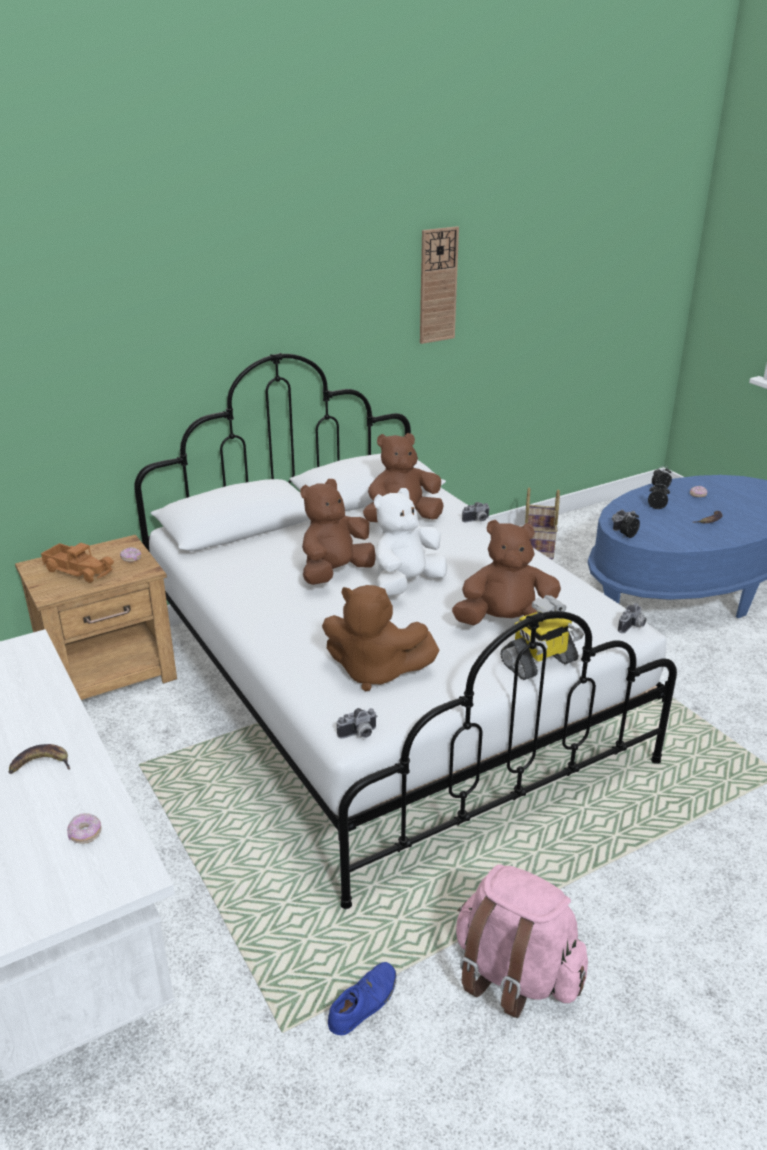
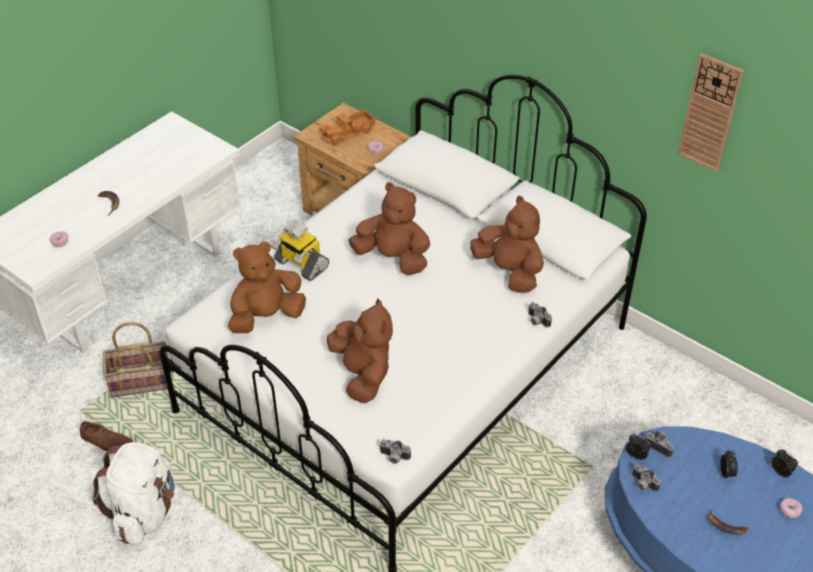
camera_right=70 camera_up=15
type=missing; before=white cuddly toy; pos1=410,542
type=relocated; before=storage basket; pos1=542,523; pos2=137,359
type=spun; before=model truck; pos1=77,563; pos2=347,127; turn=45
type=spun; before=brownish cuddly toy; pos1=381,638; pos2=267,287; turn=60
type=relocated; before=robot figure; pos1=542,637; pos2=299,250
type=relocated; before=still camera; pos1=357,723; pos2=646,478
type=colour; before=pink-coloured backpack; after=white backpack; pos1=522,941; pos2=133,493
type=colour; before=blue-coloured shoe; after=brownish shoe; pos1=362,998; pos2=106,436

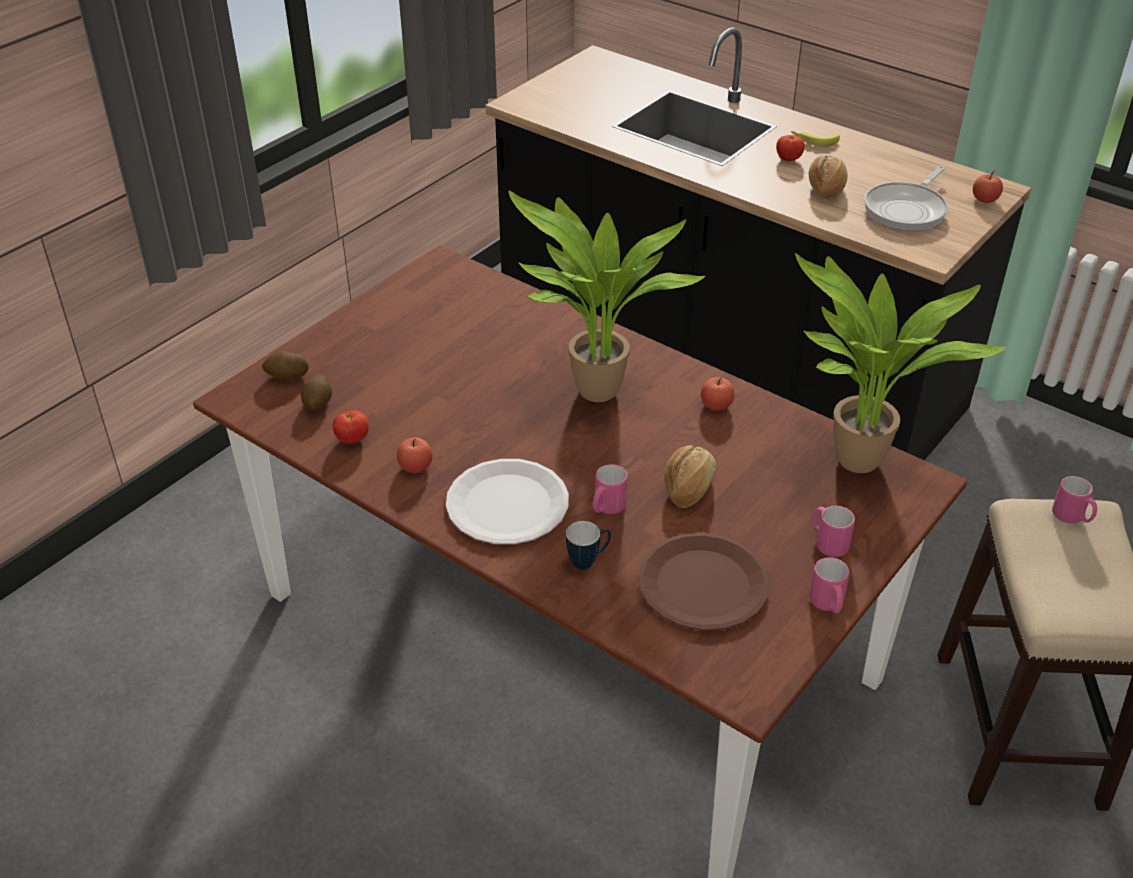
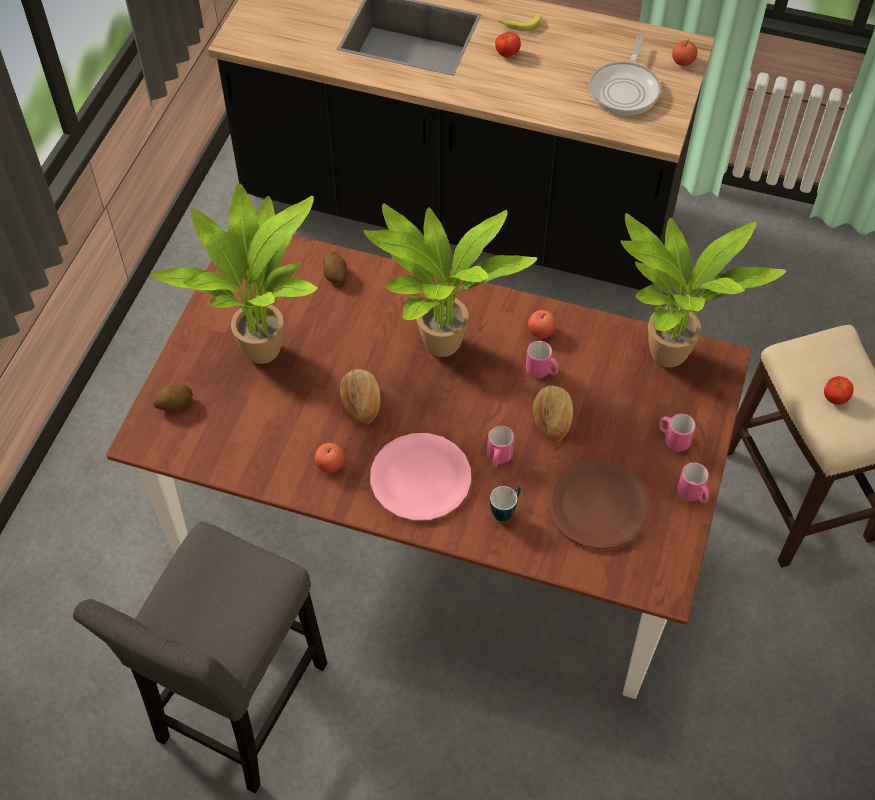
camera_right=-20 camera_up=15
type=relocated; before=baked bread; pos1=828,177; pos2=360,396
type=relocated; before=whole potato; pos1=316,392; pos2=335,267
type=relocated; before=fresh tomato; pos1=350,427; pos2=839,390
type=colour; before=white flat dish; after=pink-coloured flat dish; pos1=507,501; pos2=420,477
type=relocated; before=pink-coloured mug; pos1=1074,500; pos2=542,359
type=appeared; after=potted plant; pos2=234,273
type=appeared; after=gray stool; pos2=200,657

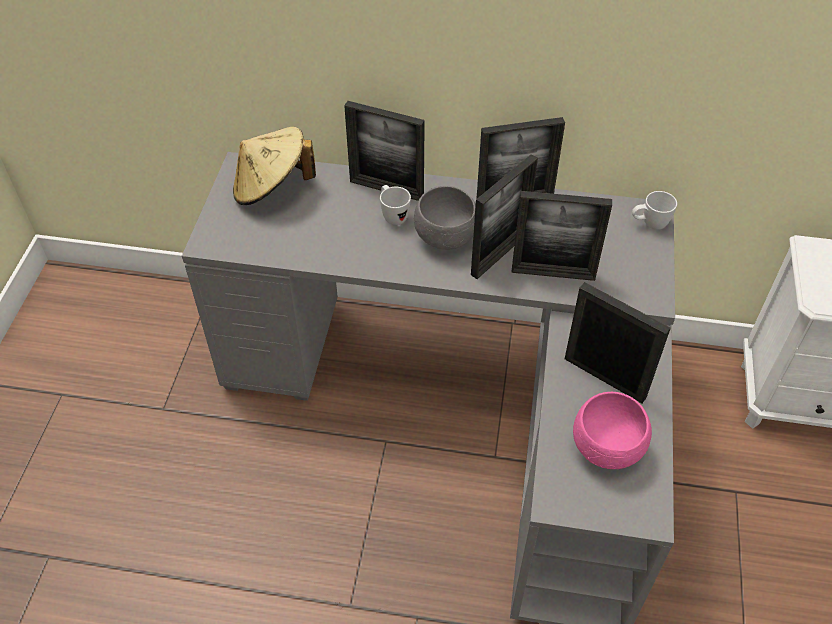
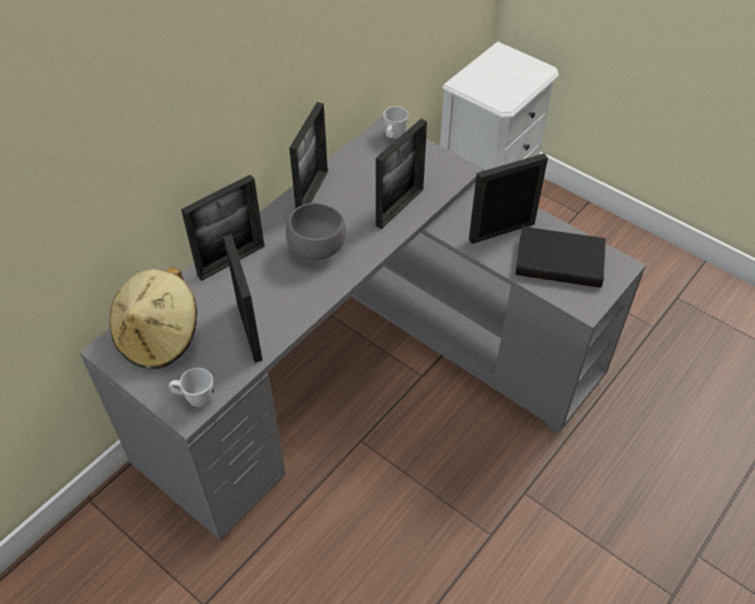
camera_right=-60 camera_up=0
type=relocated; before=photo frame; pos1=504,216; pos2=243,298
type=relocated; before=white mug; pos1=395,205; pos2=191,387
type=exchanged; before=pink-coloured deep dish; after=black bound book; pos1=612,430; pos2=560,257

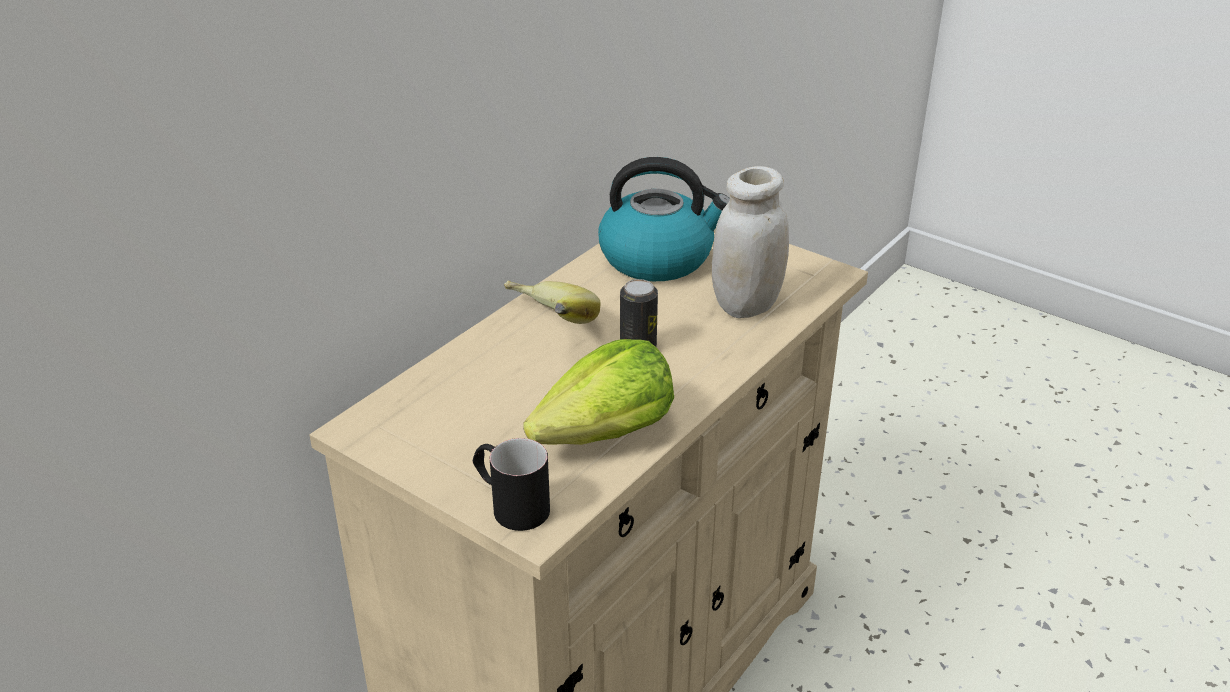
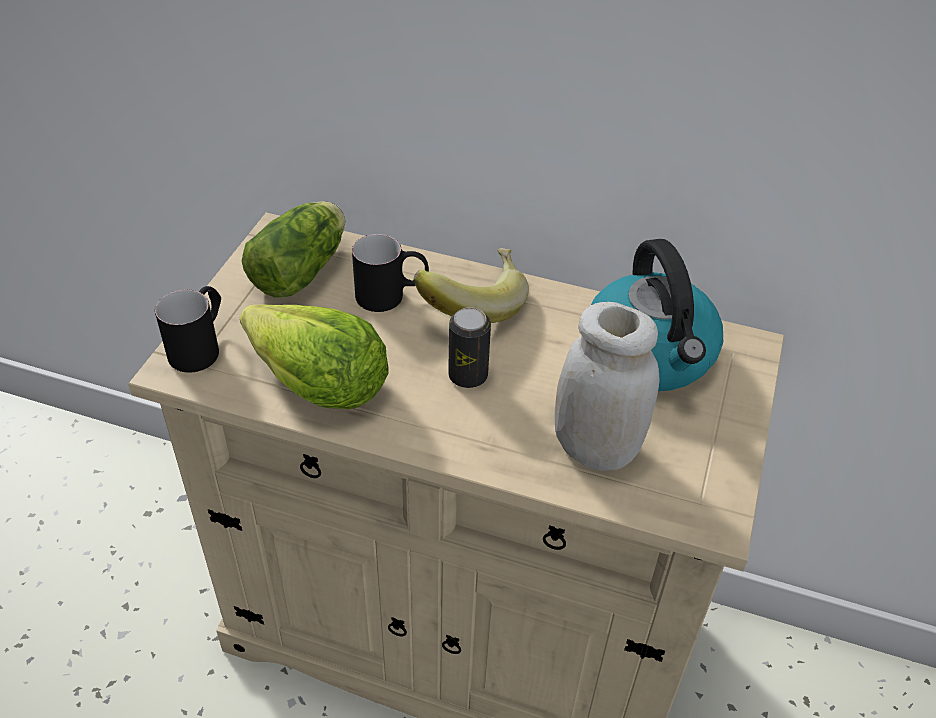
camera_right=70 camera_up=10
type=appeared; after=lettuce; pos2=293,249
type=appeared; after=black mug; pos2=390,273

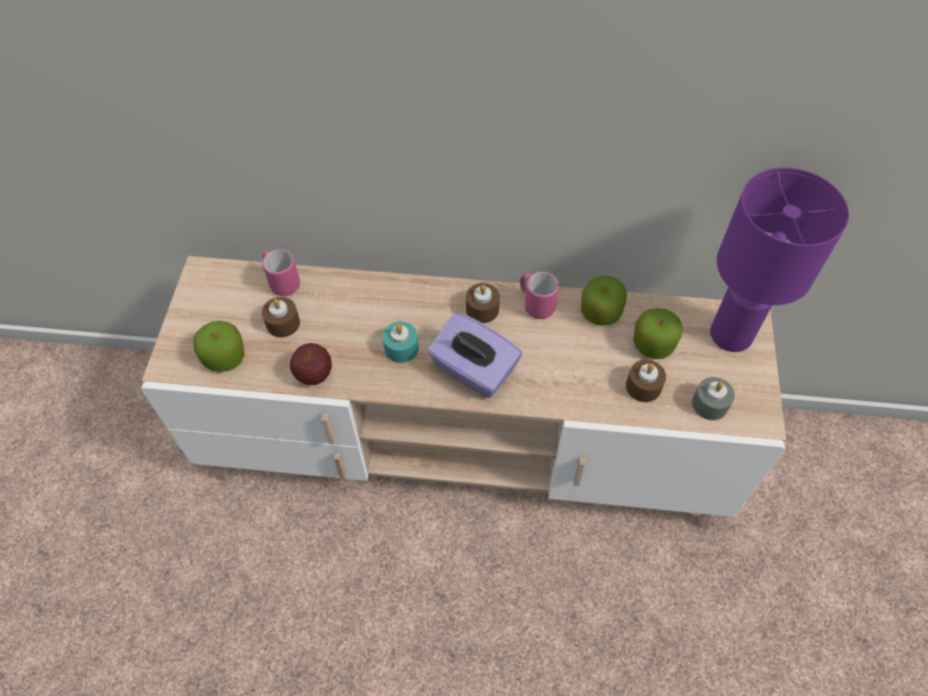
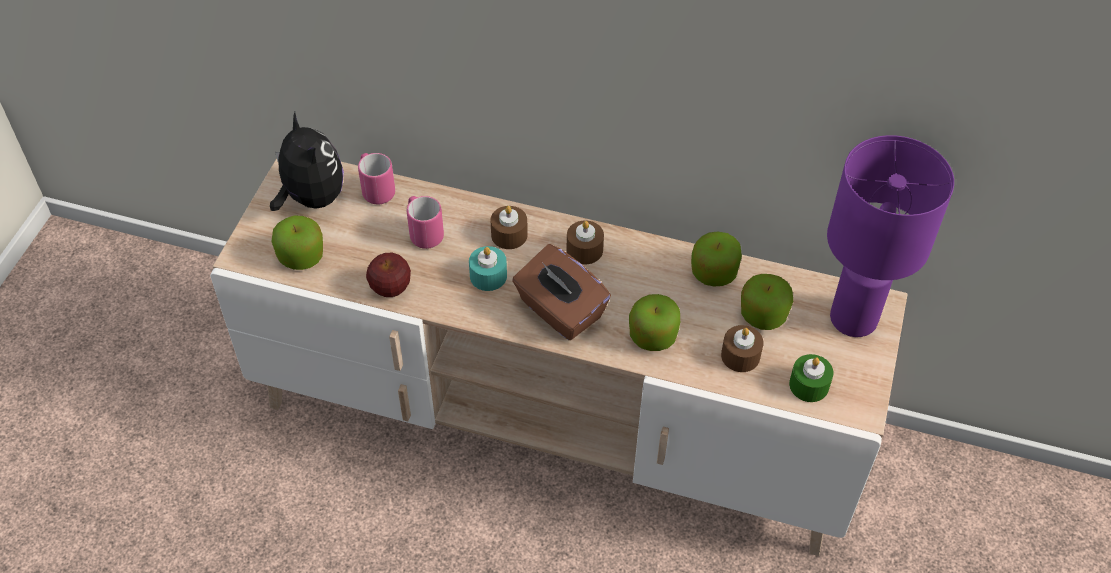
camera_right=10 camera_up=-5
type=relocated; before=pink-coloured mug; pos1=539,295; pos2=425,222
type=relocated; before=brownish wax candle; pos1=281,317; pos2=509,227
type=colour; before=purple-coloured tissue box; after=brownish tissue box; pos1=475,355; pos2=561,292
type=colour; before=gray wax candle; after=green wax candle; pos1=713,398; pos2=811,378
type=appeared; after=cuddly toy; pos2=307,161
type=appeared; after=apple fruit; pos2=654,322

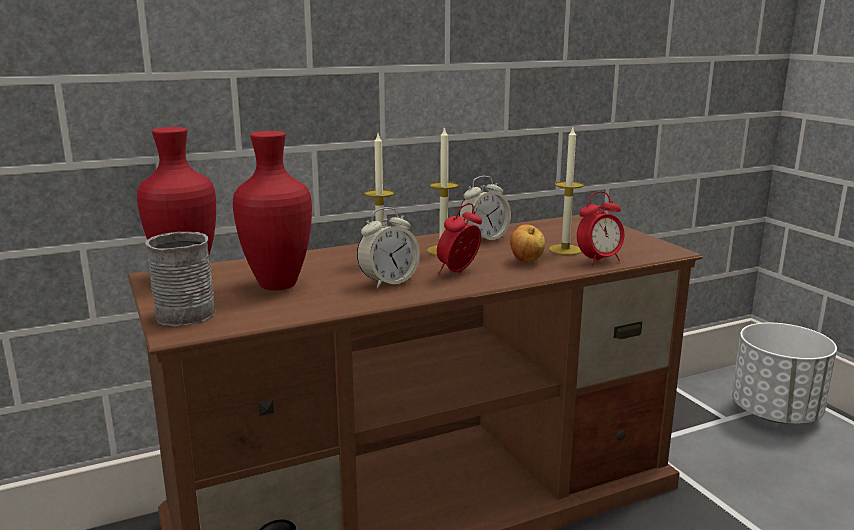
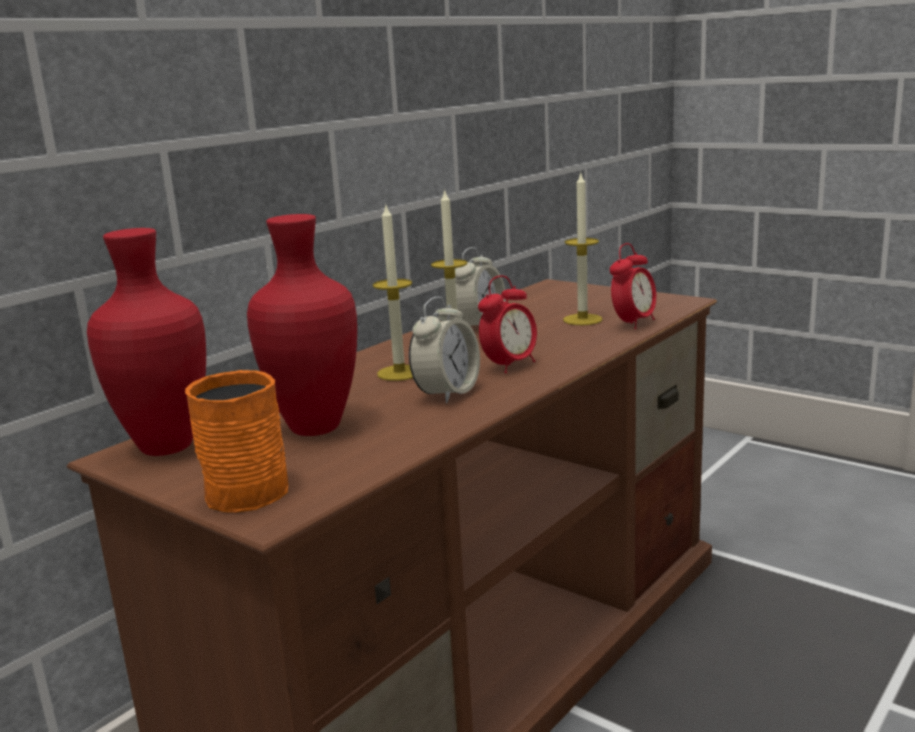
camera_right=-25 camera_up=0
type=spun; before=bedside clock; pos1=459,238; pos2=507,324; turn=-150
type=missing; before=apple fruit; pos1=527,243
type=colour; before=gray mug; after=orange-coloured mug; pos1=180,279; pos2=236,441
type=missing; before=white plant pot; pos1=784,373

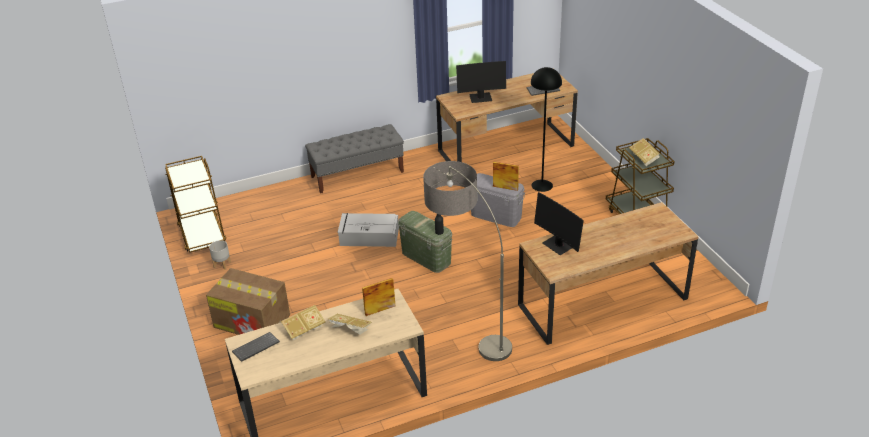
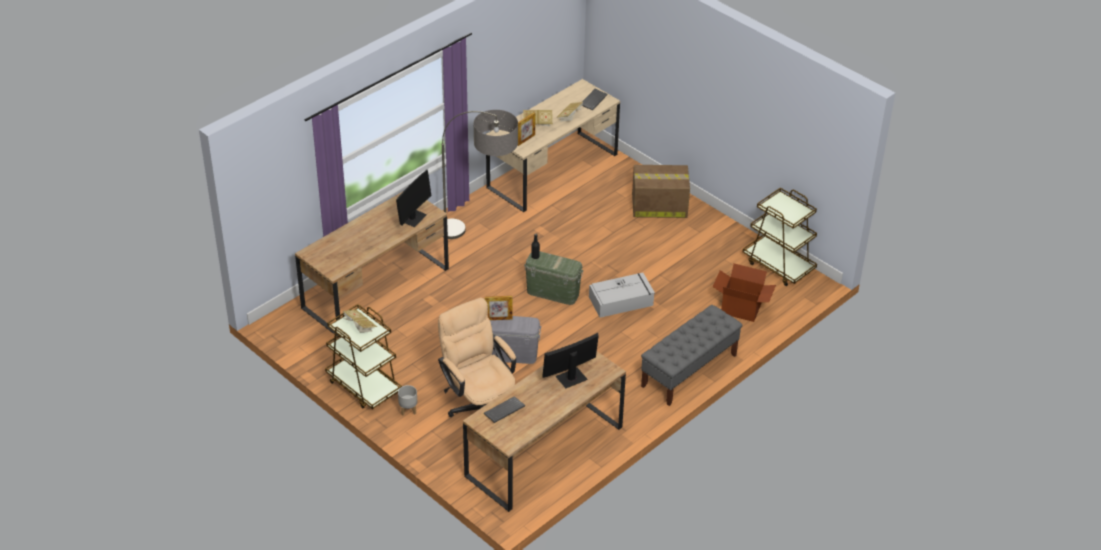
camera_right=155 camera_up=5
type=exchanged; before=black floor lamp; after=beige computer chair; pos1=546,129; pos2=477,357
type=spun; before=computer screen; pos1=559,223; pos2=413,198; turn=90
type=relocated; before=gray plant pot; pos1=220,255; pos2=407,400
type=appeared; after=carton; pos2=744,293

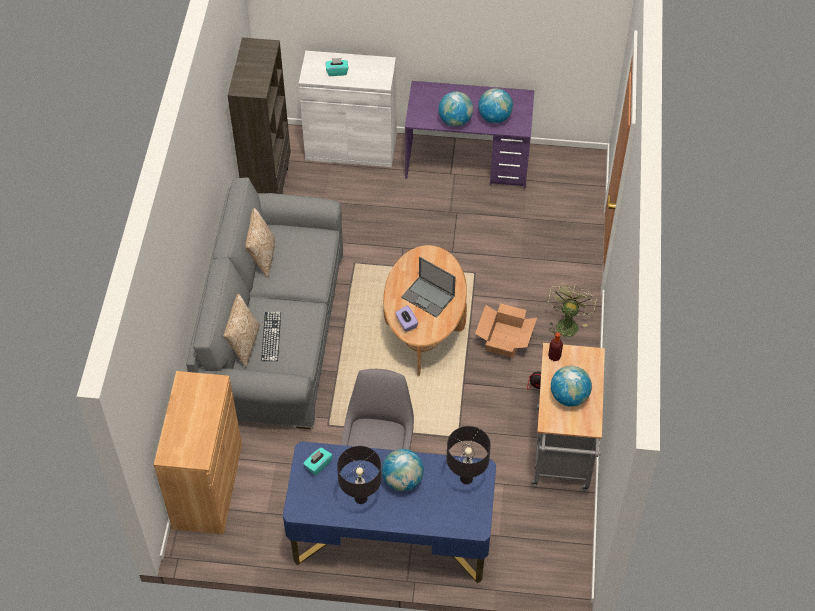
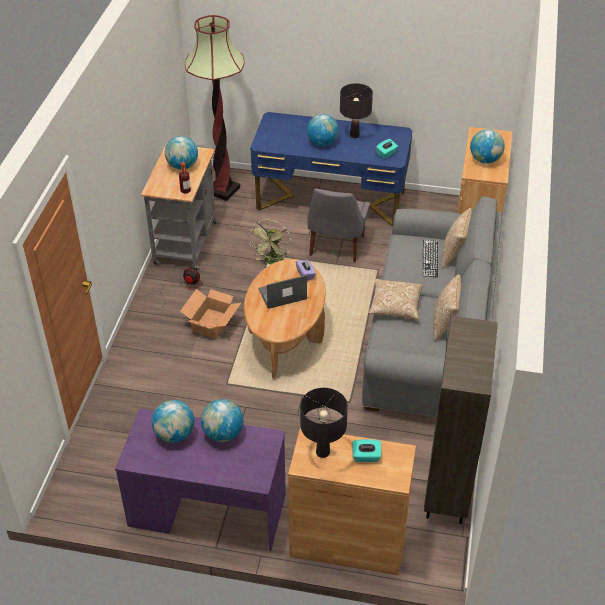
camera_right=-175 camera_up=-10
type=colour; before=white cabinet; after=brownish cabinet; pos1=348,109; pos2=352,502
type=spun; before=laptop; pos1=428,287; pos2=282,292; turn=-60
type=relocated; before=green electric fan; pos1=572,311; pos2=270,241
type=relocated; before=black table lamp; pos1=468,455; pos2=324,423
type=appeared; after=floor lamp; pos2=215,108
type=appeared; after=desk globe; pos2=487,146
type=appeared; after=pillow; pos2=395,299

